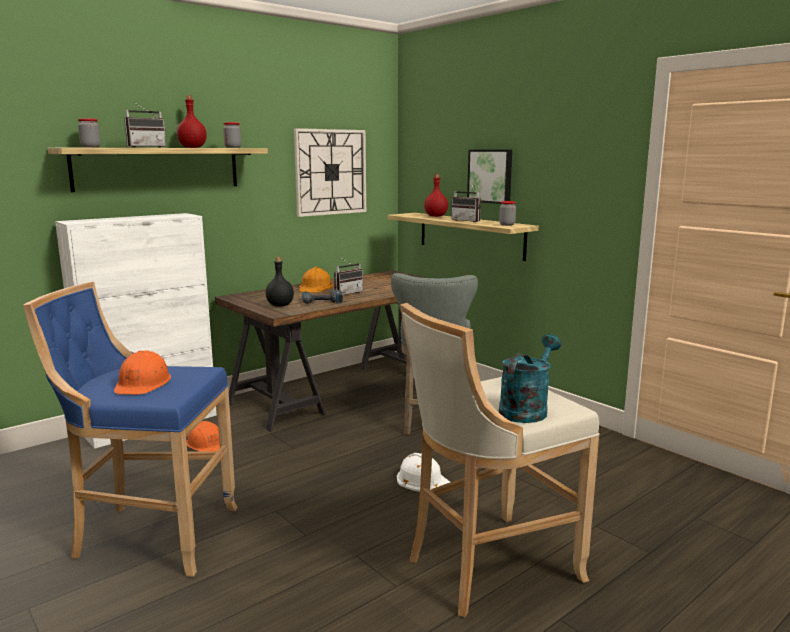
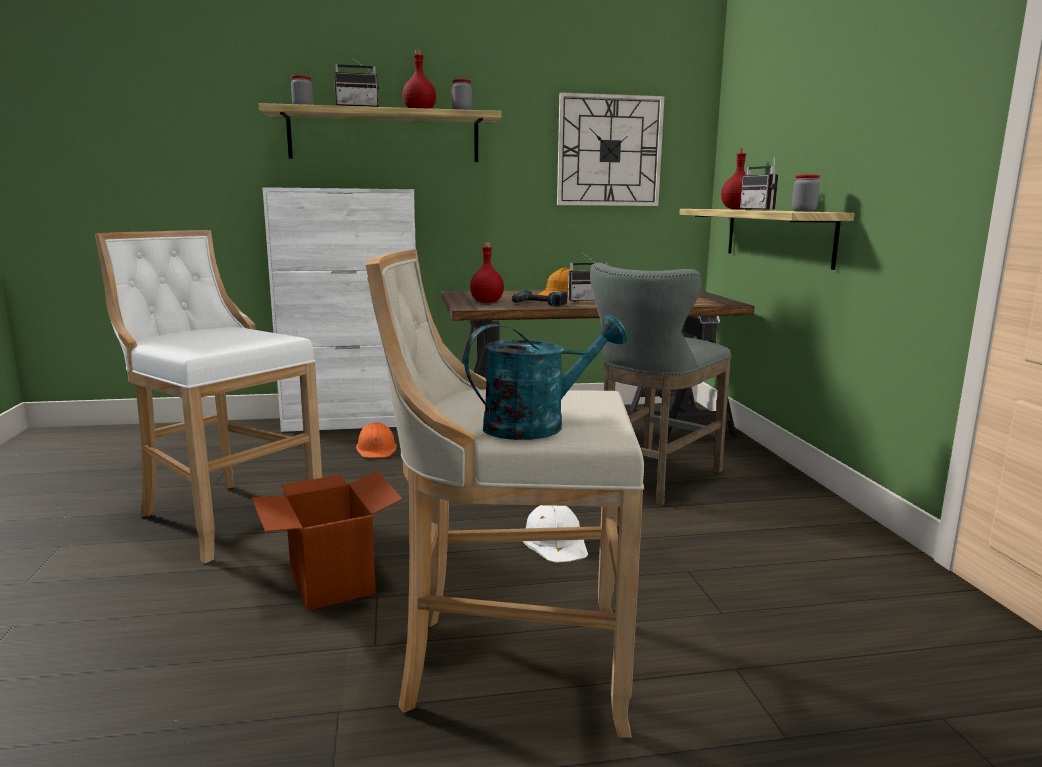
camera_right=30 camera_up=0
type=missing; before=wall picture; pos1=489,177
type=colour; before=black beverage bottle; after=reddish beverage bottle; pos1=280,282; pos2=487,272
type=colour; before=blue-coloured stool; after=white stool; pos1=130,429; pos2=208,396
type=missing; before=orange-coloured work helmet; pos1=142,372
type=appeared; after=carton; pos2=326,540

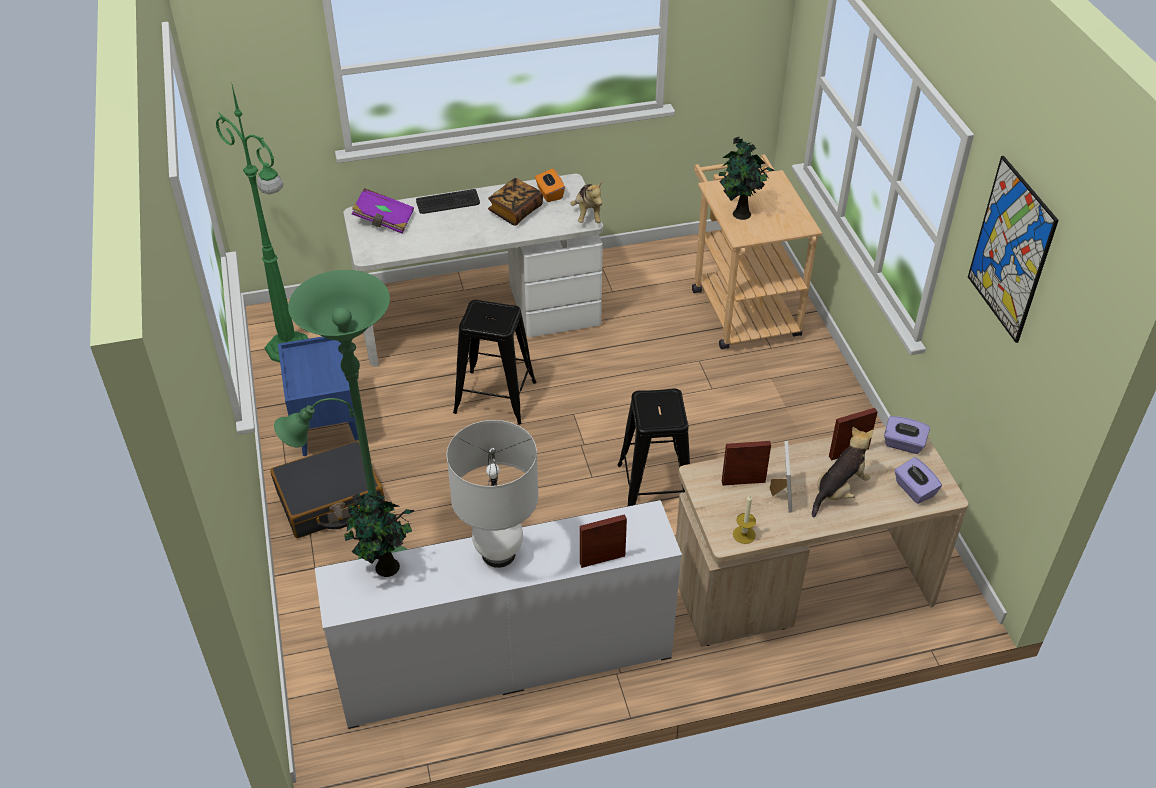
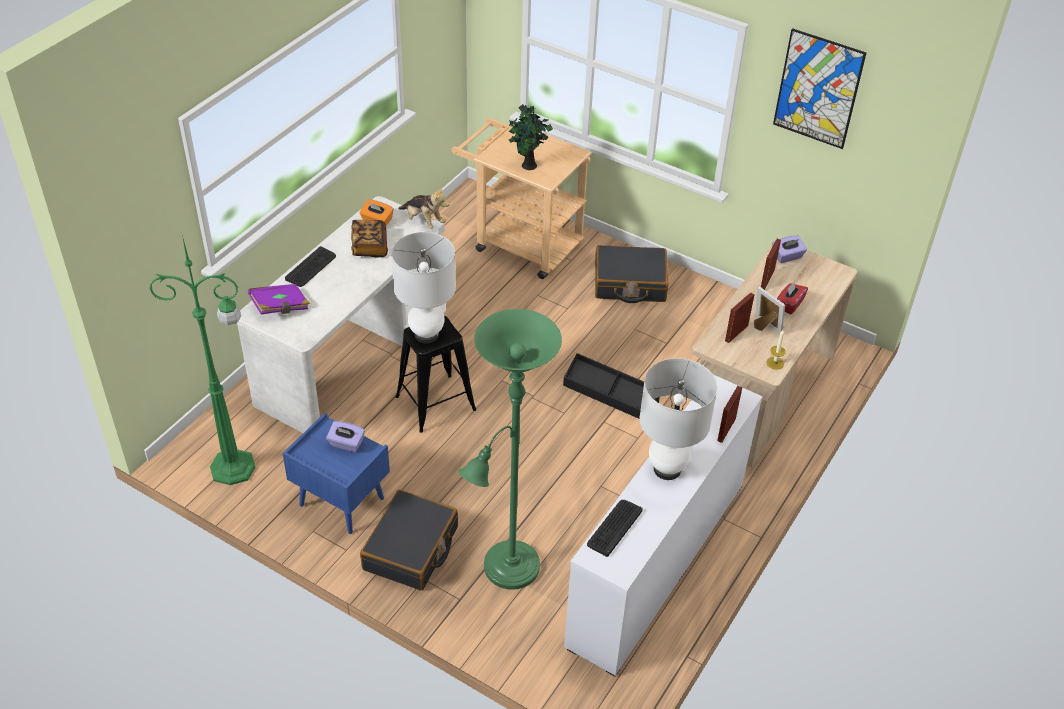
camera_right=-45 camera_up=0
type=exchanged; before=black stool; after=black storage bin; pos1=653,447; pos2=611,386
type=exchanged; before=cuddly toy; after=reddish tissue box; pos1=842,472; pos2=792,297
type=relocated; before=purple-coloured tissue box; pos1=918,480; pos2=345,436
type=exchanged; before=potted plant; after=computer keyboard; pos1=379,533; pos2=615,528
type=appeared; after=white table lamp; pos2=423,287
type=appeared; after=black piece of luggage; pos2=632,274

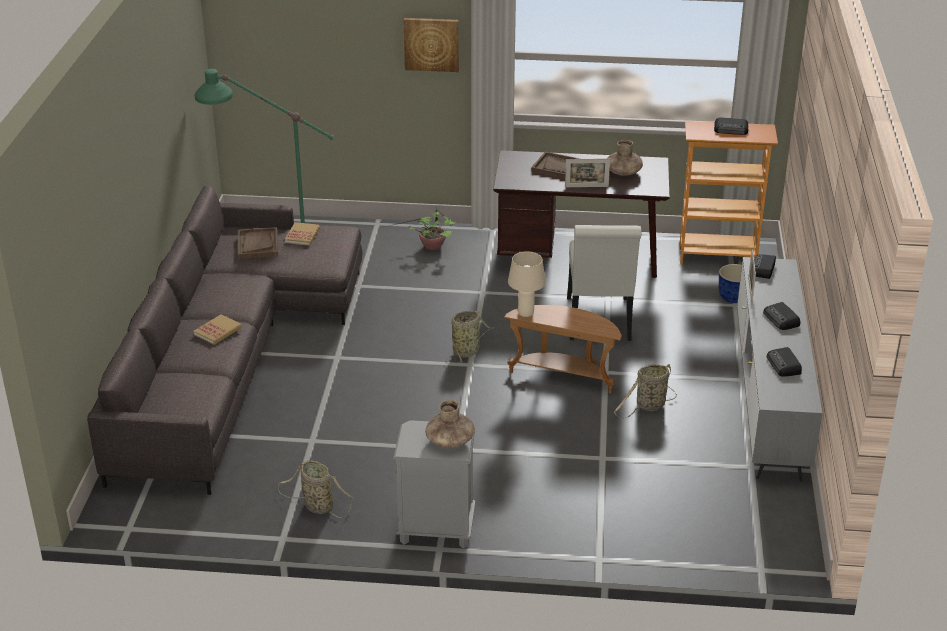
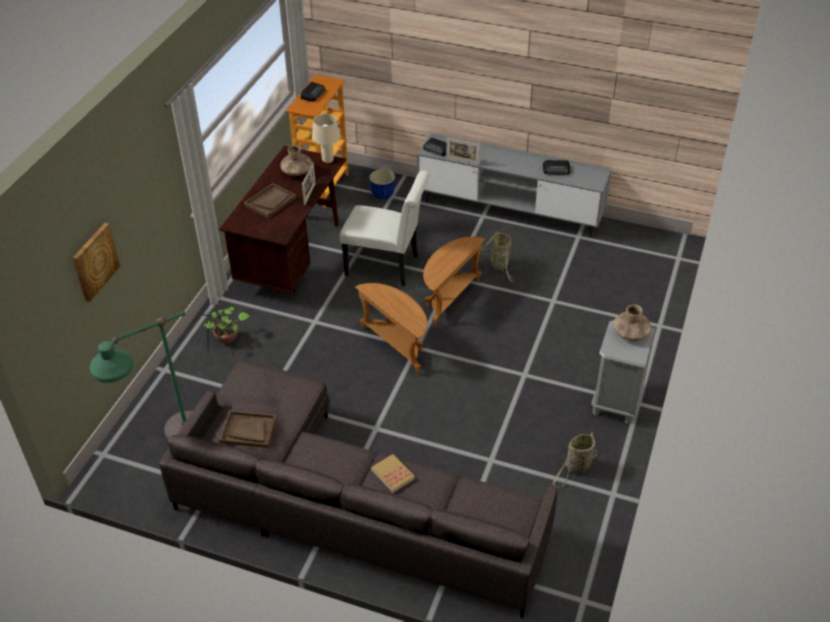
camera_right=-75 camera_up=10
type=relocated; before=wall picture; pos1=431,45; pos2=96,262
type=missing; before=bound book; pos1=302,234
type=relocated; before=beige table lamp; pos1=527,284; pos2=326,138
type=missing; before=radio set; pos1=781,316
type=exchanged; before=storage basket; after=brownish end table; pos1=469,337; pos2=391,329

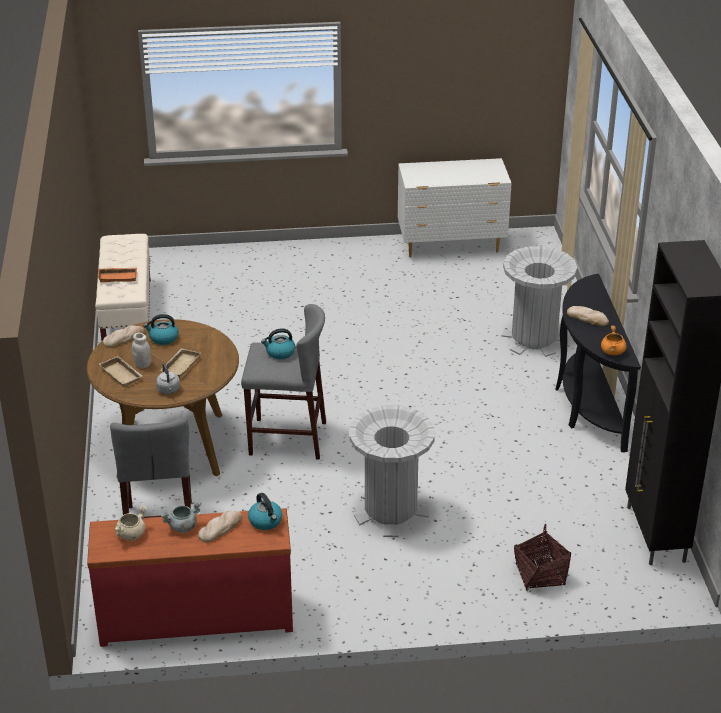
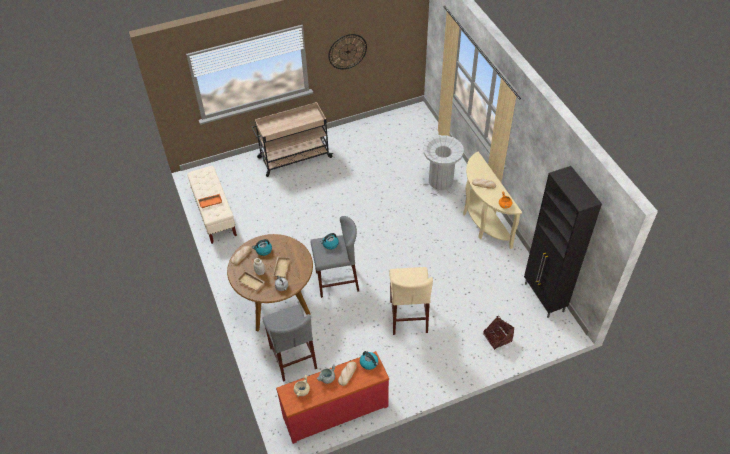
camera_right=-15 camera_up=15
type=missing; before=white dresser; pos1=455,207
type=colour; before=black hall table; after=beige hall table; pos1=598,363; pos2=492,200
type=exchanged; before=gray rubbish bin; after=beige stool; pos1=392,471; pos2=411,301
type=appeared; after=clock on the wall; pos2=347,51
type=appeared; after=beige trolley; pos2=292,139

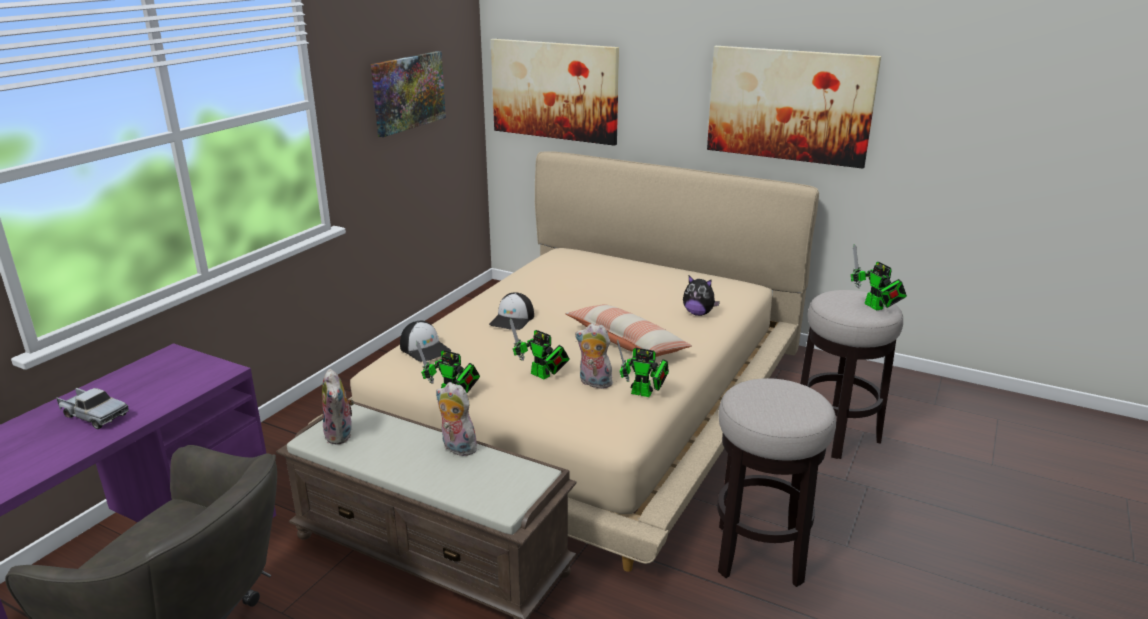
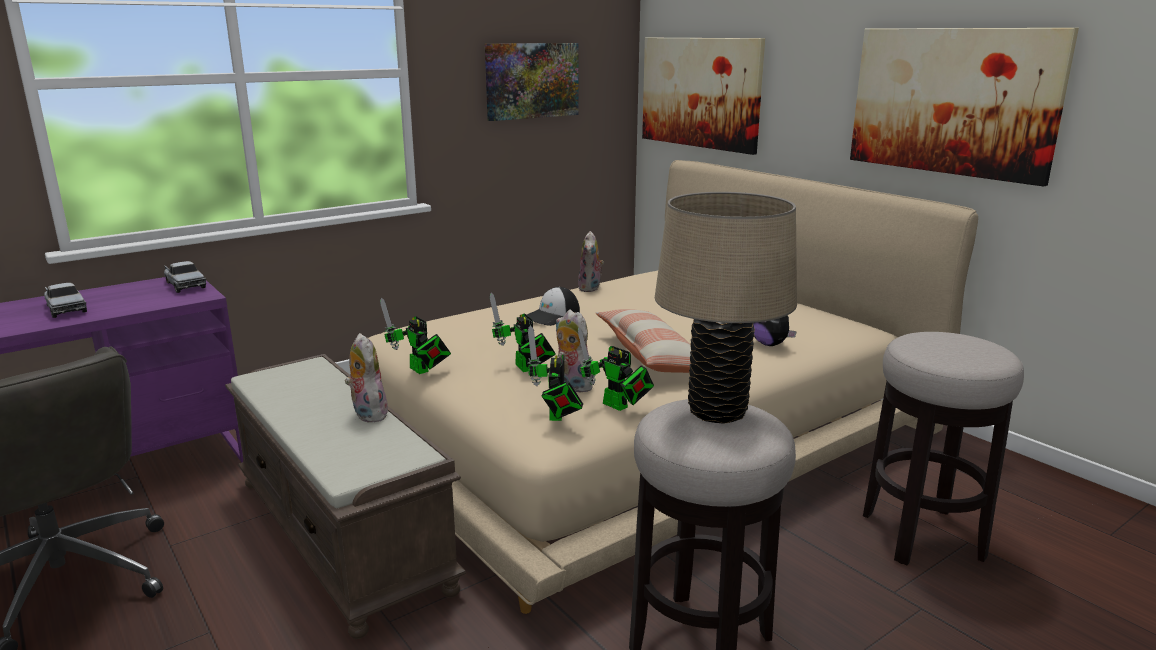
camera_right=25 camera_up=-5
type=relocated; before=robot figure; pos1=879,277; pos2=555,373
type=missing; before=cap; pos1=425,341
type=relocated; before=cuddly toy; pos1=338,406; pos2=591,261
type=appeared; after=beige table lamp; pos2=726,307
type=appeared; after=model truck; pos2=185,277

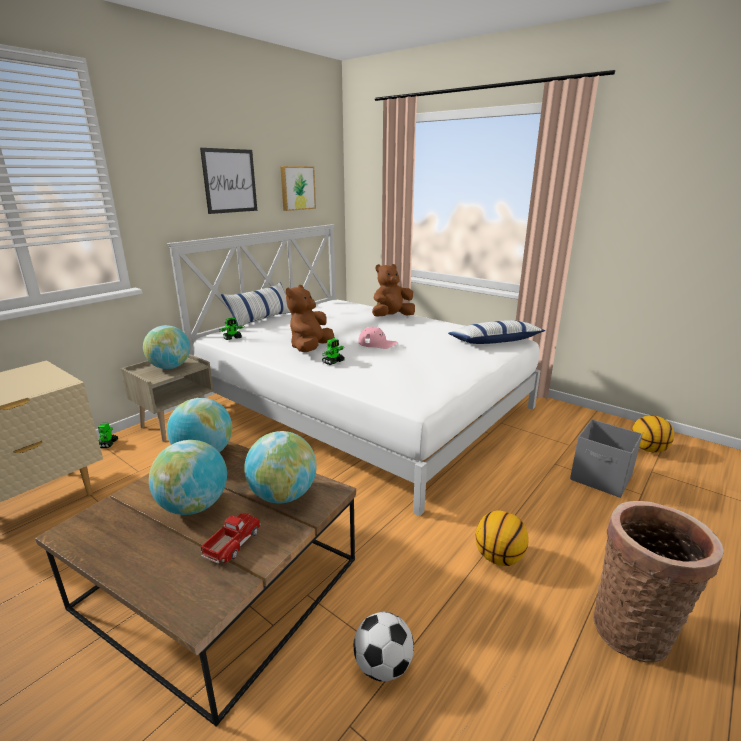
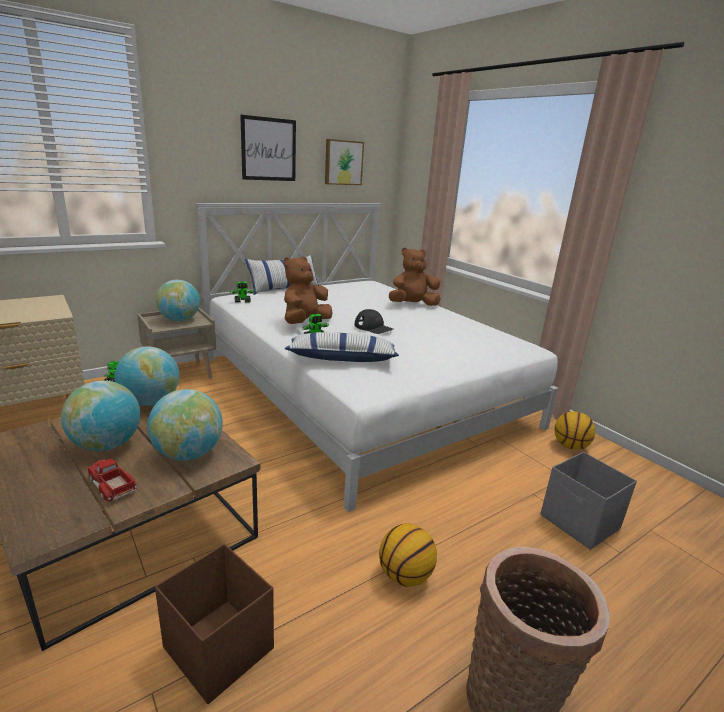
camera_right=15 camera_up=0
type=relocated; before=pillow; pos1=496,332; pos2=342,347
type=colour; before=pink-coloured cap; after=black cap; pos1=377,338; pos2=374,321
type=relocated; before=basketball; pos1=653,434; pos2=574,431
type=spun; before=model truck; pos1=231,538; pos2=112,480; turn=-90
type=exchanged; before=ball for football; after=brownish storage bin; pos1=384,647; pos2=214,624

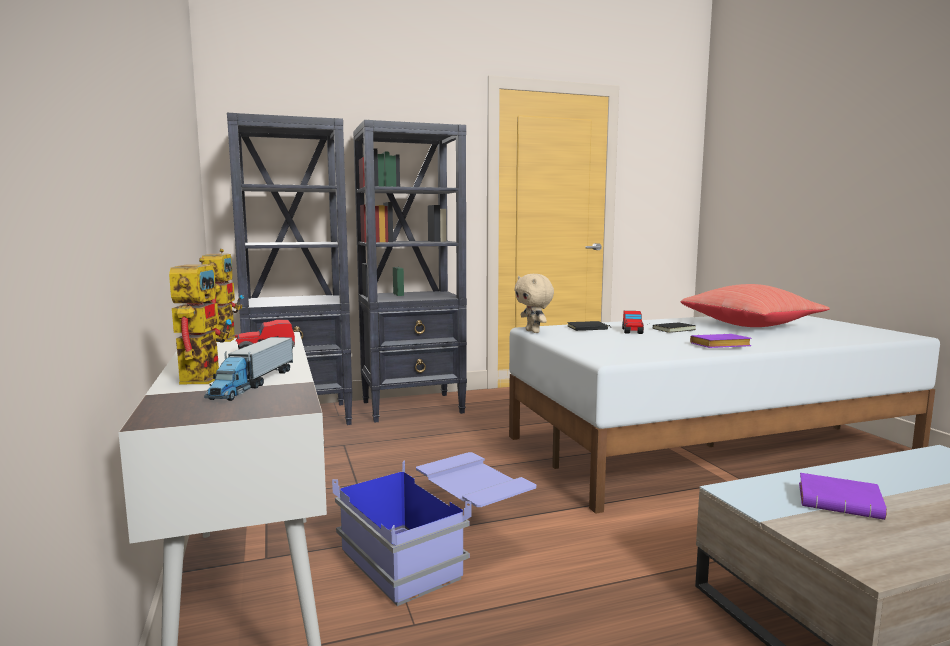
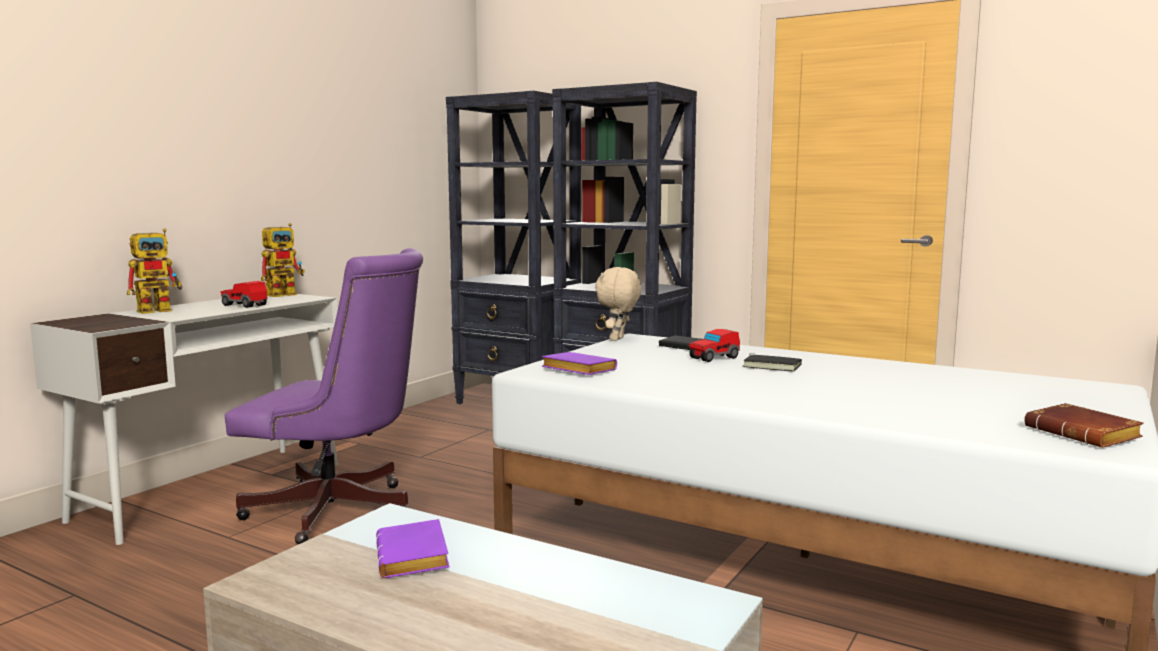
camera_right=50 camera_up=0
type=missing; before=reddish pillow; pos1=755,305
type=relocated; before=purple-coloured bound book; pos1=721,341; pos2=579,363
type=missing; before=model truck; pos1=248,369
type=exchanged; before=blue-coloured storage bin; after=purple-coloured computer chair; pos1=434,529; pos2=324,396
type=appeared; after=brownish bound book; pos2=1084,425

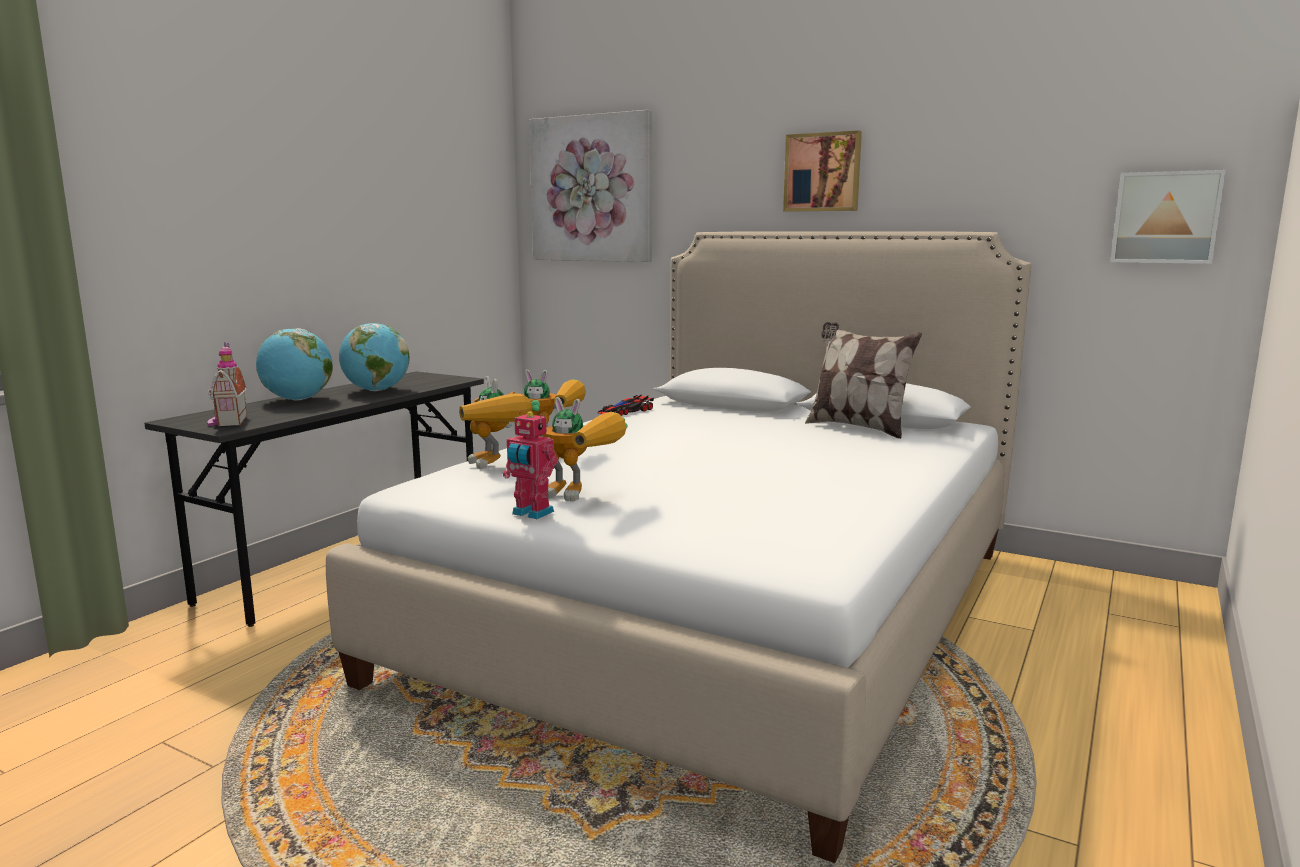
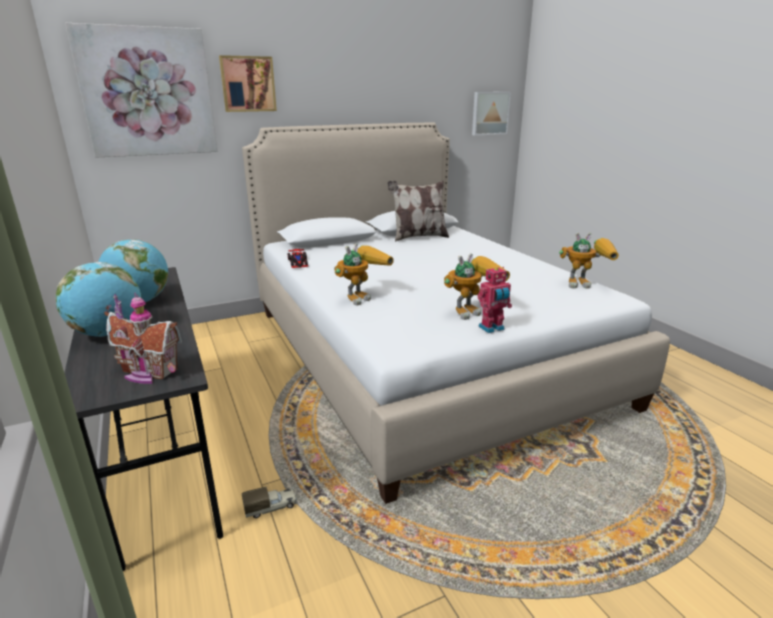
camera_right=-55 camera_up=10
type=relocated; before=wall picture; pos1=822,171; pos2=248,83
type=relocated; before=robot figure; pos1=499,422; pos2=589,261
type=appeared; after=model truck; pos2=269,502

